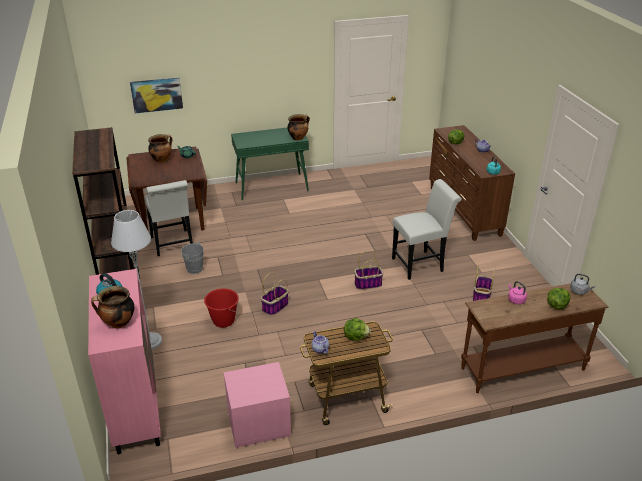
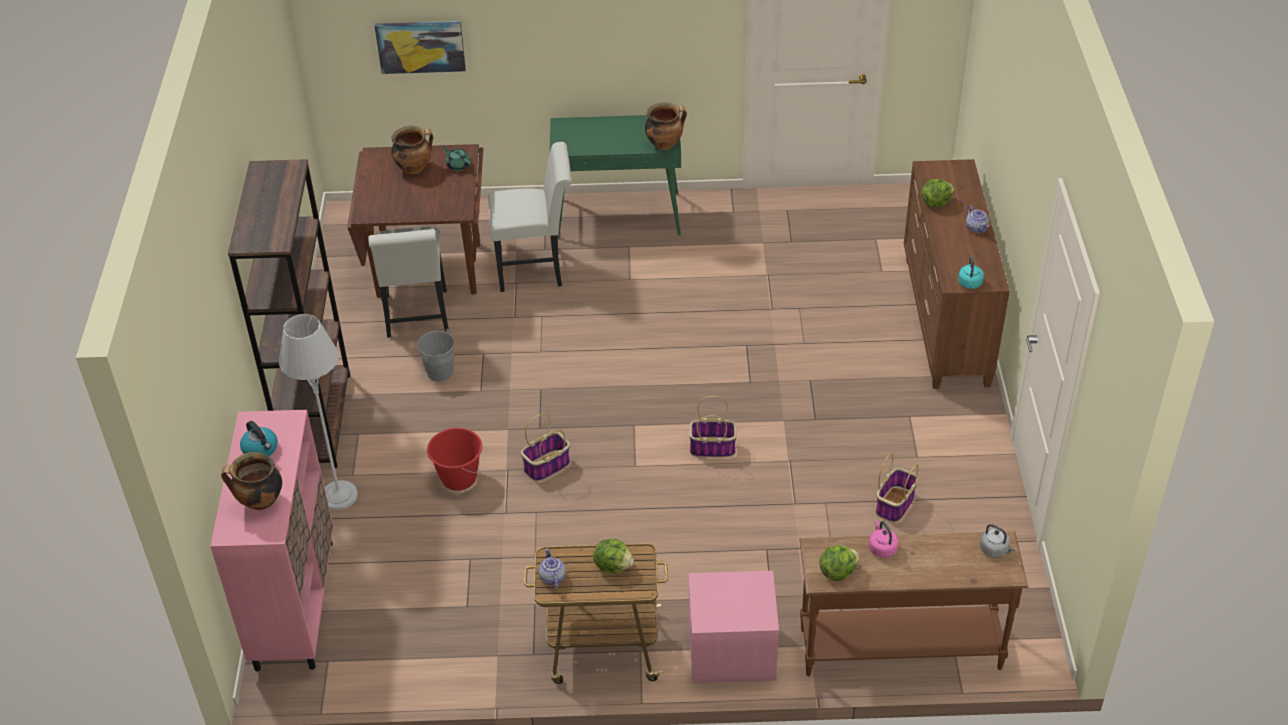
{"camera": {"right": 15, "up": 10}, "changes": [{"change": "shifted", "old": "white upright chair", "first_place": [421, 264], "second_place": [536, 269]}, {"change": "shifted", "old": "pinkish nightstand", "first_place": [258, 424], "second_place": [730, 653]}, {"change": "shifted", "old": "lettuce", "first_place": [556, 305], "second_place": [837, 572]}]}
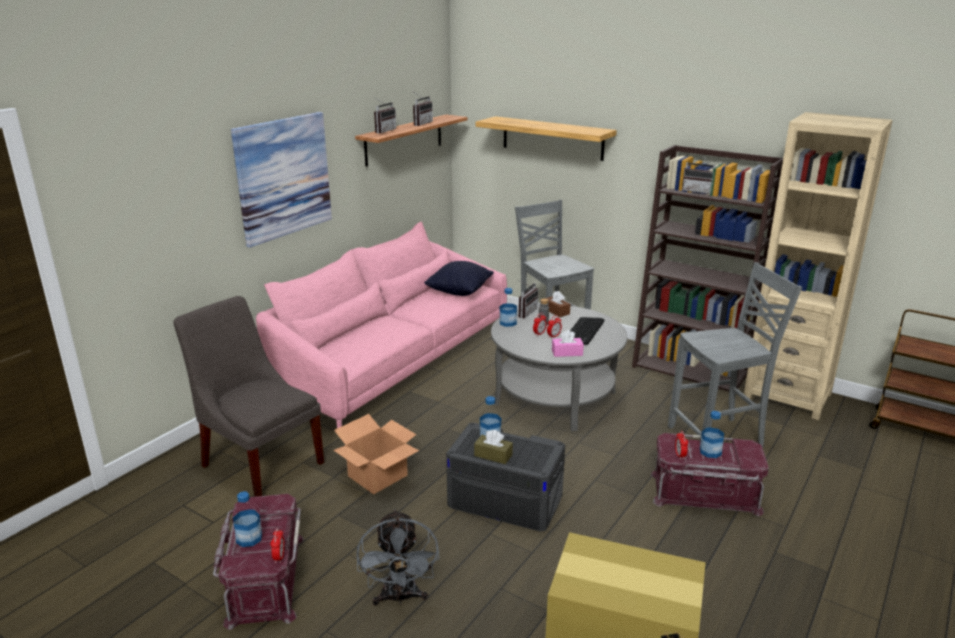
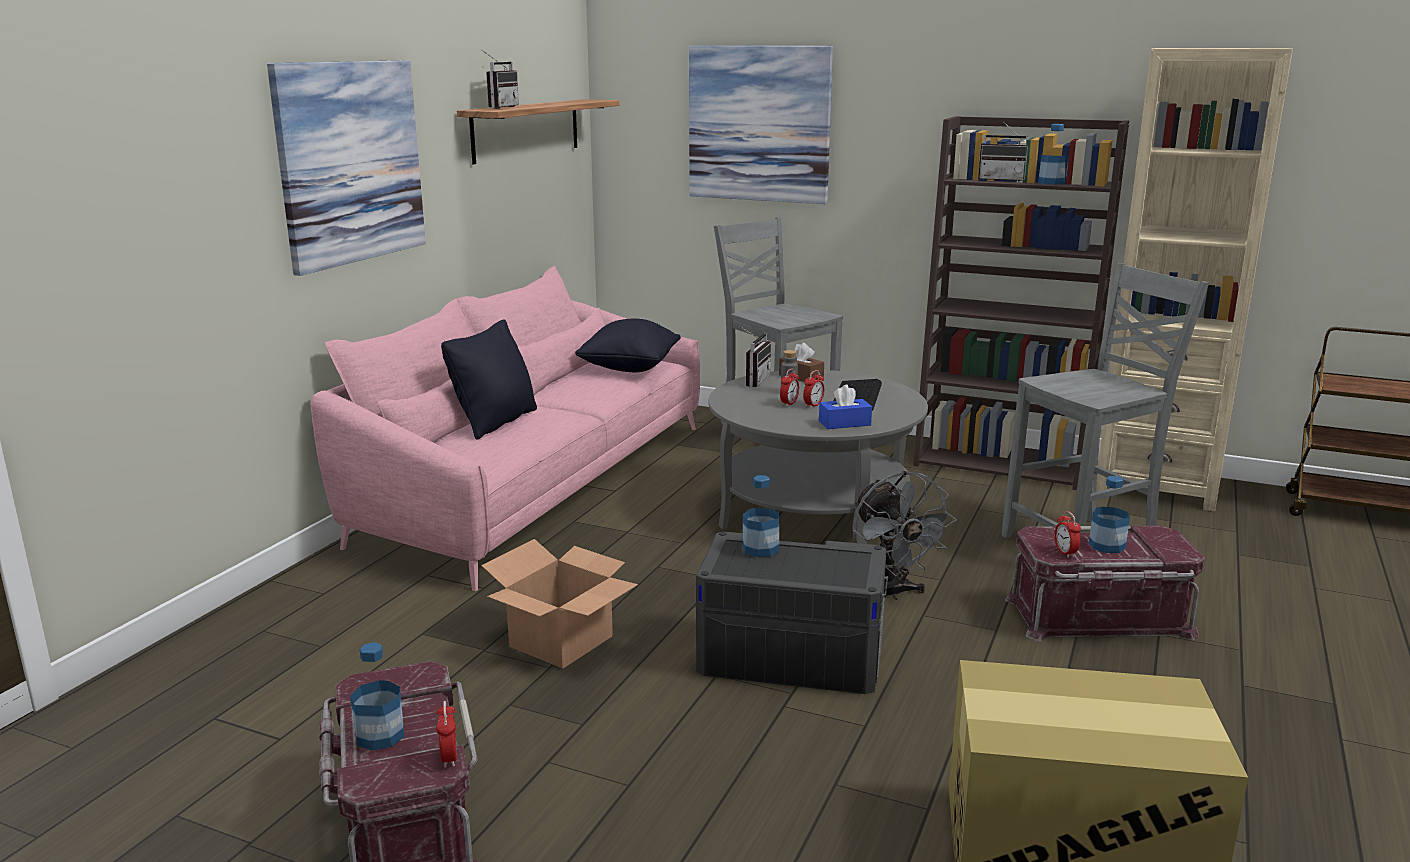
{"camera": {"right": -10, "up": -5}, "changes": [{"change": "new", "new": "black pillow", "second_place": [495, 422]}, {"change": "swapped", "old": "shelf", "new": "wall picture", "first_place": [552, 138], "second_place": [759, 124]}, {"change": "repainted", "old": "pinkish tissue holder", "new": "blue tissue holder", "first_place": [567, 352], "second_place": [844, 423]}, {"change": "shifted", "old": "greyish cooling fan", "first_place": [400, 598], "second_place": [890, 594]}, {"change": "shifted", "old": "beverage bottle", "first_place": [508, 323], "second_place": [1052, 182]}, {"change": "gone", "old": "greyish upright chair", "first_place": [260, 461]}, {"change": "gone", "old": "radio set", "first_place": [420, 124]}, {"change": "gone", "old": "brown tissue holder", "first_place": [493, 455]}]}
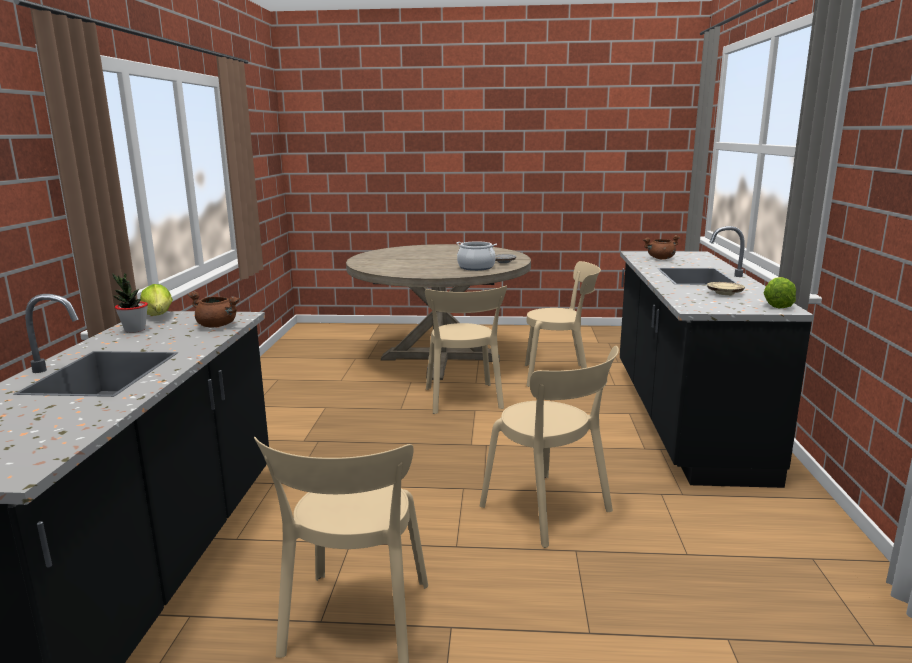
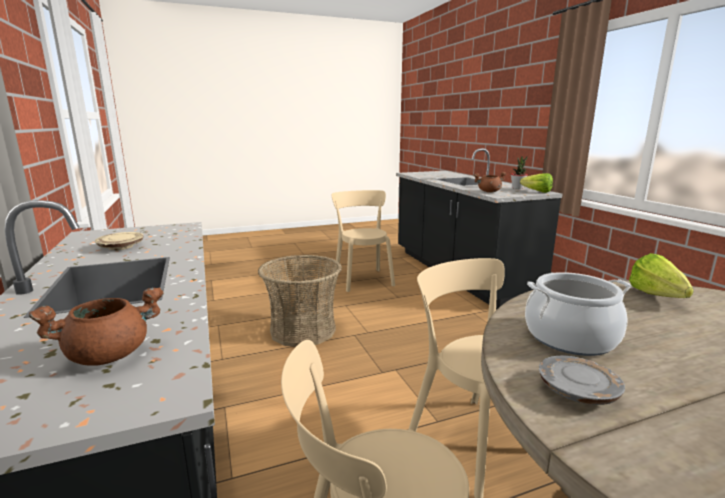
{"camera": {"right": 155, "up": 0}, "changes": [{"change": "swapped", "old": "sand-coloured upright chair", "new": "storage basket", "first_place": [550, 511], "second_place": [303, 330]}, {"change": "shifted", "old": "lettuce", "first_place": [778, 304], "second_place": [659, 298]}]}
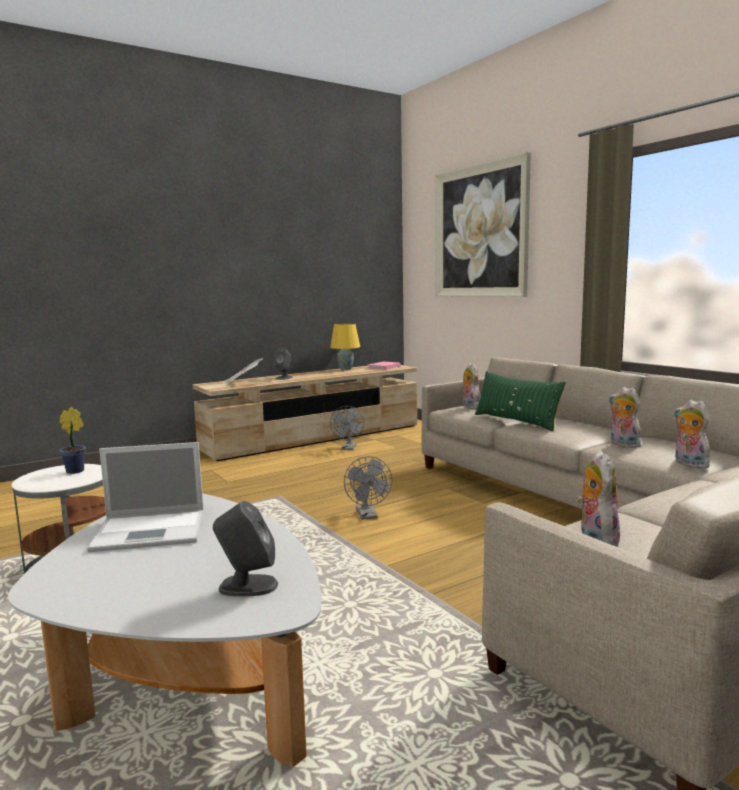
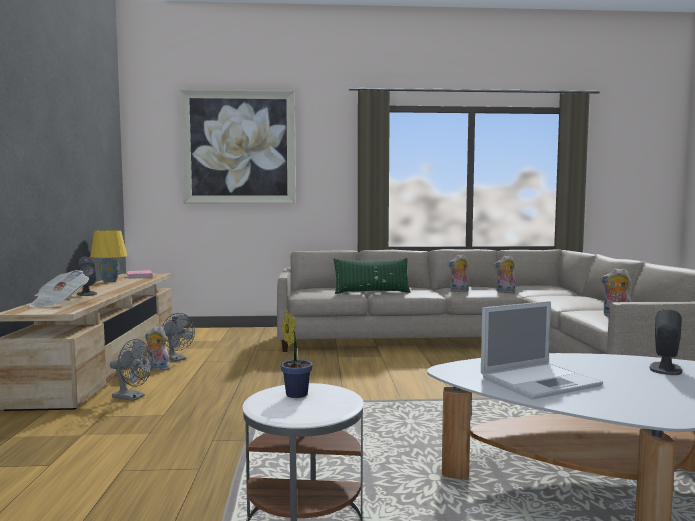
{"camera": {"right": -60, "up": -5}, "changes": [{"change": "shifted", "old": "greyish cooling fan", "first_place": [368, 516], "second_place": [132, 397]}, {"change": "shifted", "old": "plush toy", "first_place": [469, 407], "second_place": [157, 369]}, {"change": "rotated", "old": "notebook computer", "first_place": [152, 530], "second_place": [541, 381], "degrees": 45}]}
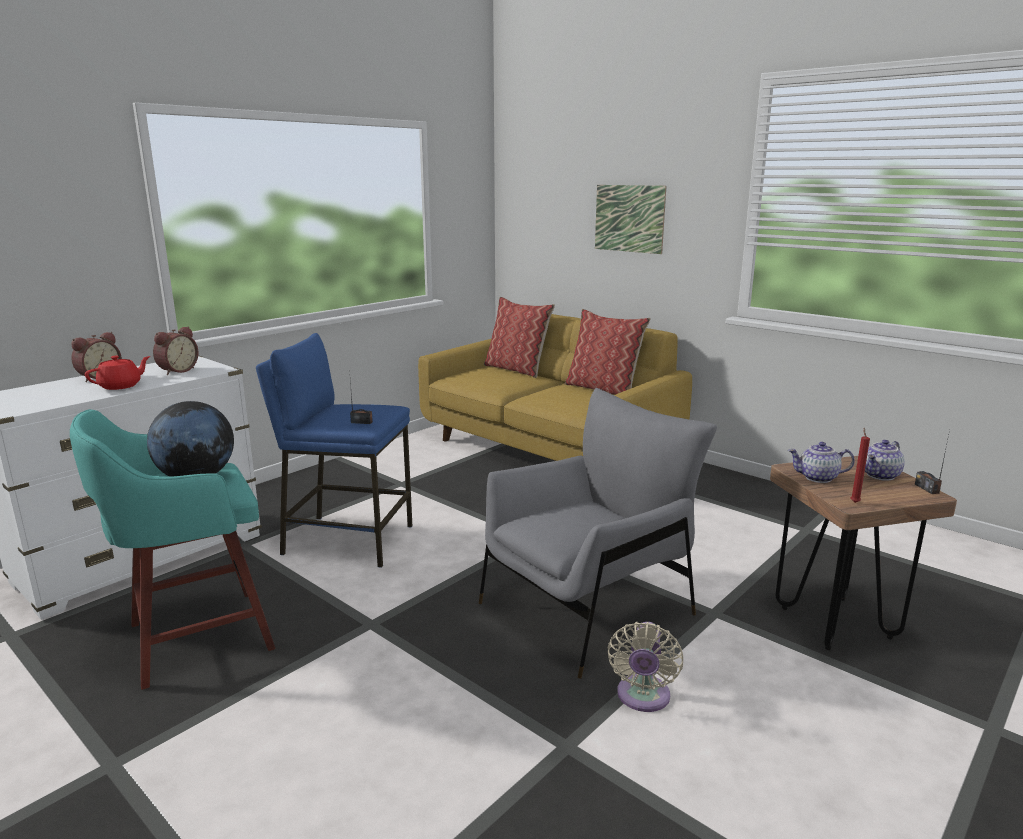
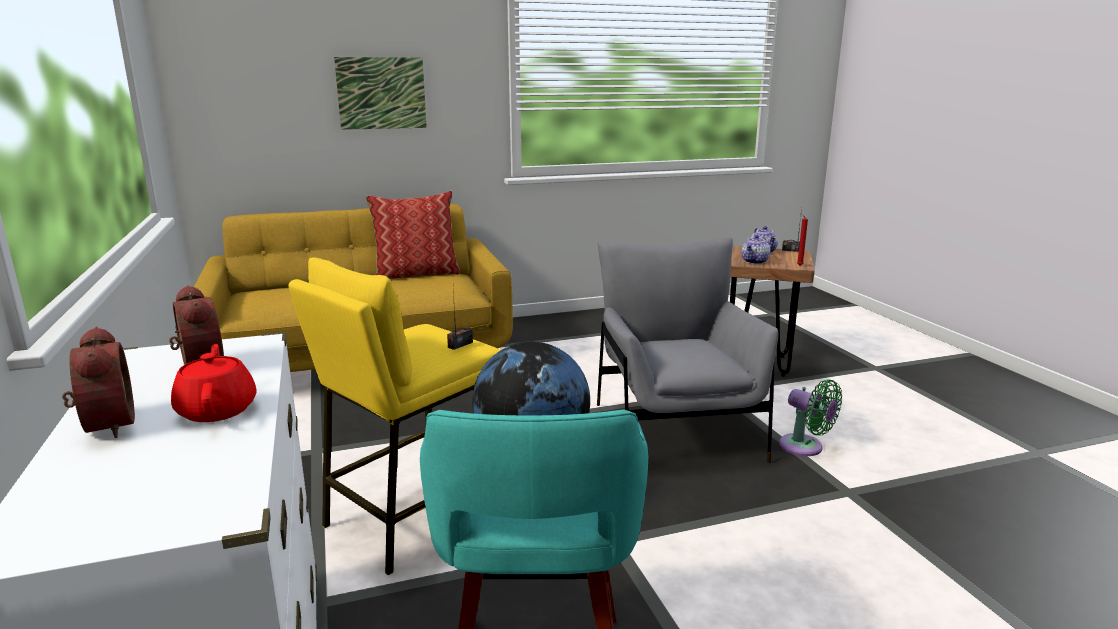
{"camera": {"right": -60, "up": 0}, "changes": [{"change": "repainted", "old": "blue sitting stool", "new": "yellowish sitting stool", "first_place": [348, 540], "second_place": [412, 516]}, {"change": "repainted", "old": "sand-coloured cooling fan", "new": "greenish cooling fan", "first_place": [642, 698], "second_place": [805, 447]}, {"change": "gone", "old": "pillow", "first_place": [517, 369]}]}
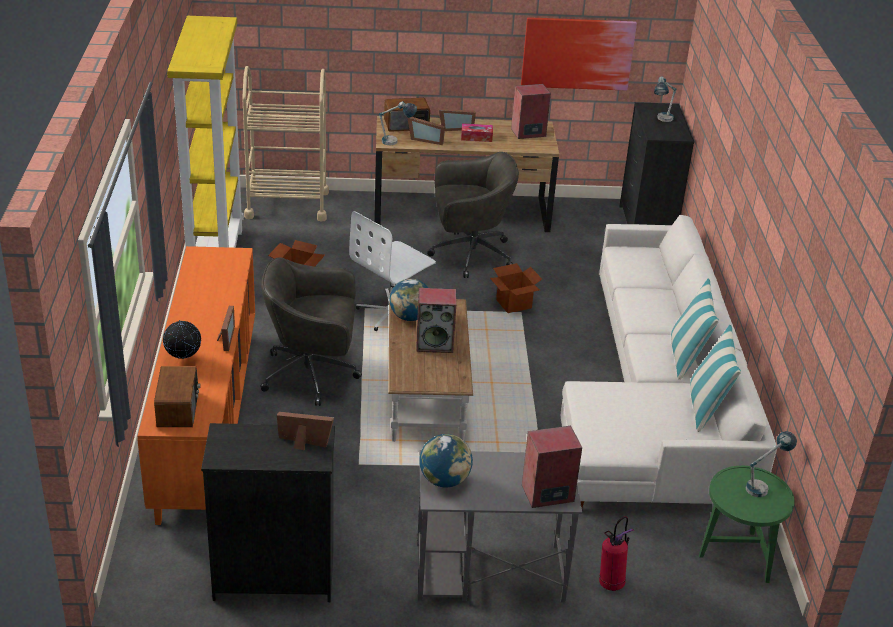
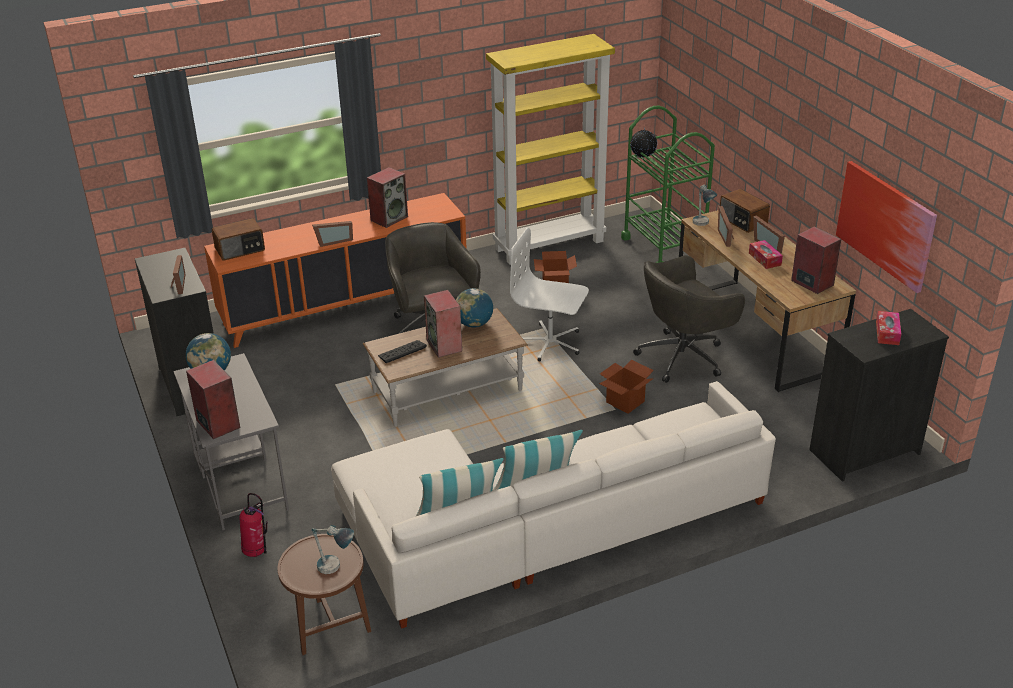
{"camera": {"right": 70, "up": 0}, "changes": [{"change": "repainted", "old": "greenish side table", "new": "brown side table", "first_place": [736, 556], "second_place": [329, 625]}, {"change": "new", "new": "loudspeaker", "second_place": [389, 218]}, {"change": "new", "new": "keyboard", "second_place": [402, 352]}, {"change": "repainted", "old": "sand-coloured trolley", "new": "greenish trolley", "first_place": [287, 205], "second_place": [663, 248]}, {"change": "shifted", "old": "world globe", "first_place": [183, 359], "second_place": [642, 159]}, {"change": "rotated", "old": "greyish office chair", "first_place": [469, 255], "second_place": [683, 356], "degrees": 90}, {"change": "swapped", "old": "lamp for a table", "new": "tissue holder", "first_place": [661, 120], "second_place": [887, 333]}]}
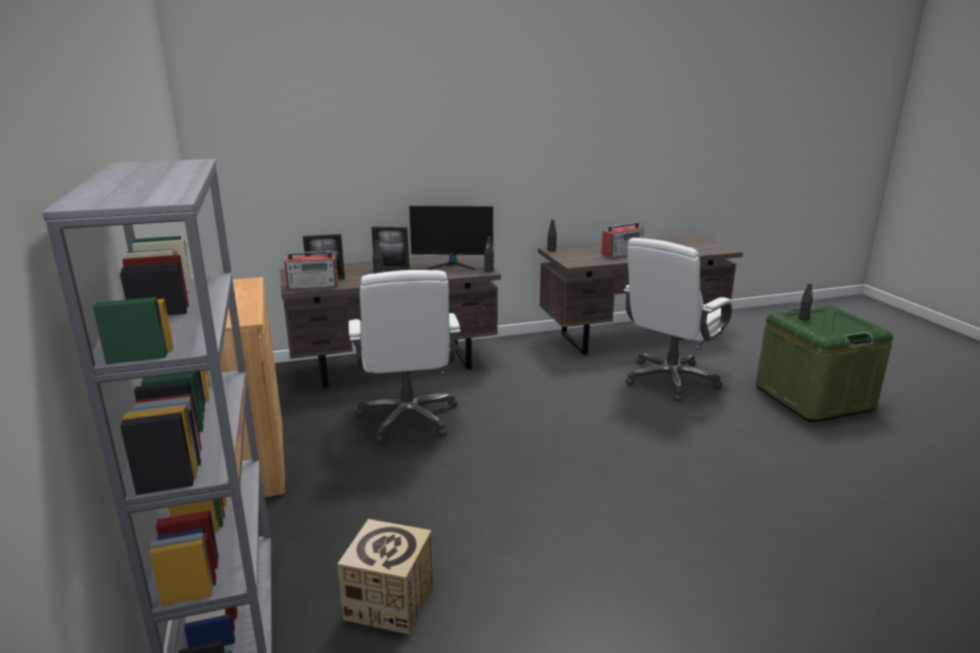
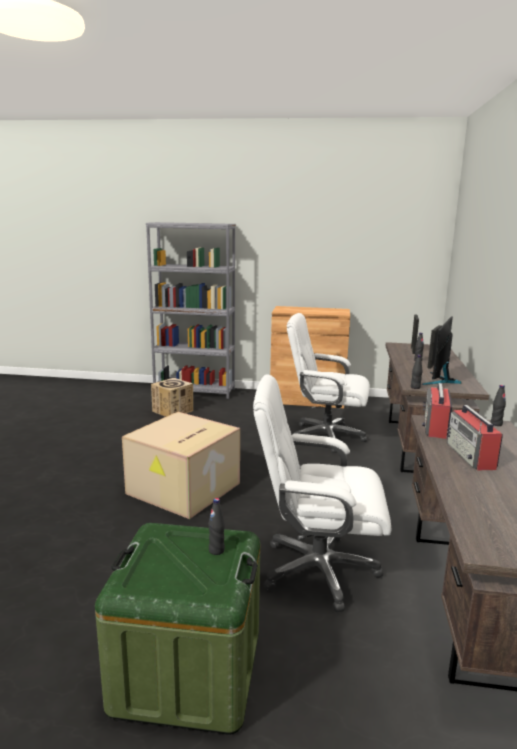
{"camera": {"right": 115, "up": -5}, "changes": [{"change": "new", "new": "packing box", "second_place": [184, 489]}, {"change": "rotated", "old": "white office chair", "first_place": [670, 380], "second_place": [317, 570], "degrees": -60}, {"change": "shifted", "old": "radio set", "first_place": [313, 285], "second_place": [435, 427]}]}
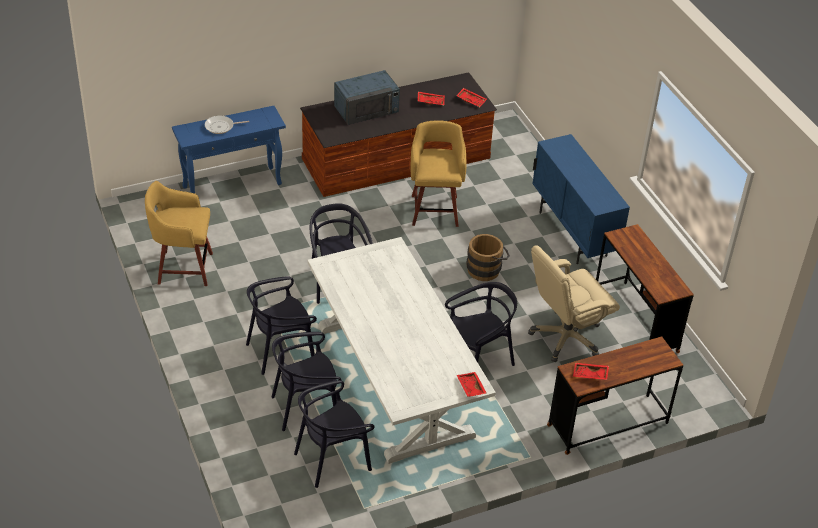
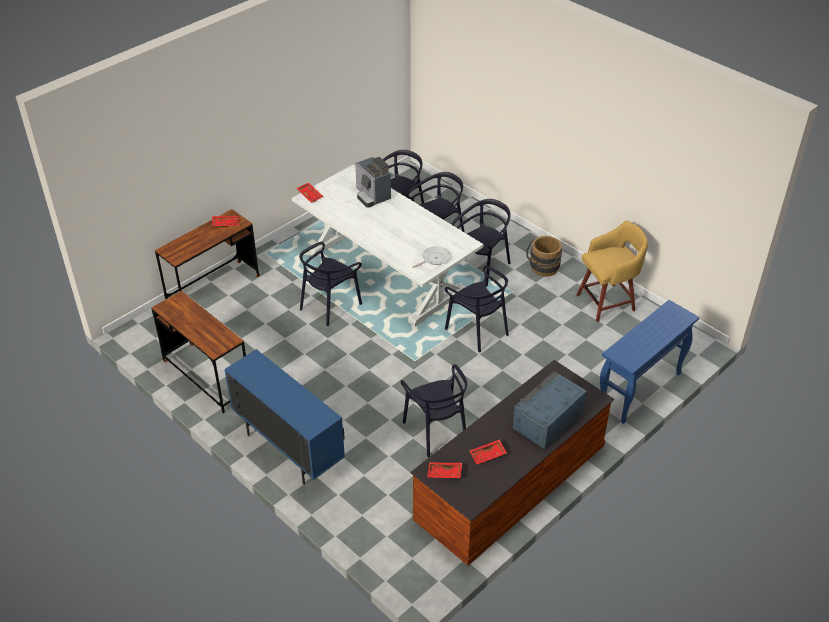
{"camera": {"right": 160, "up": 0}, "changes": [{"change": "new", "new": "coffee maker", "second_place": [372, 196]}, {"change": "swapped", "old": "yellowish sitting stool", "new": "black upright chair", "first_place": [435, 209], "second_place": [436, 431]}, {"change": "shifted", "old": "frying pan", "first_place": [221, 127], "second_place": [434, 258]}, {"change": "shifted", "old": "brown pail", "first_place": [486, 269], "second_place": [543, 269]}, {"change": "gone", "old": "sand-coloured office chair", "first_place": [566, 337]}]}
